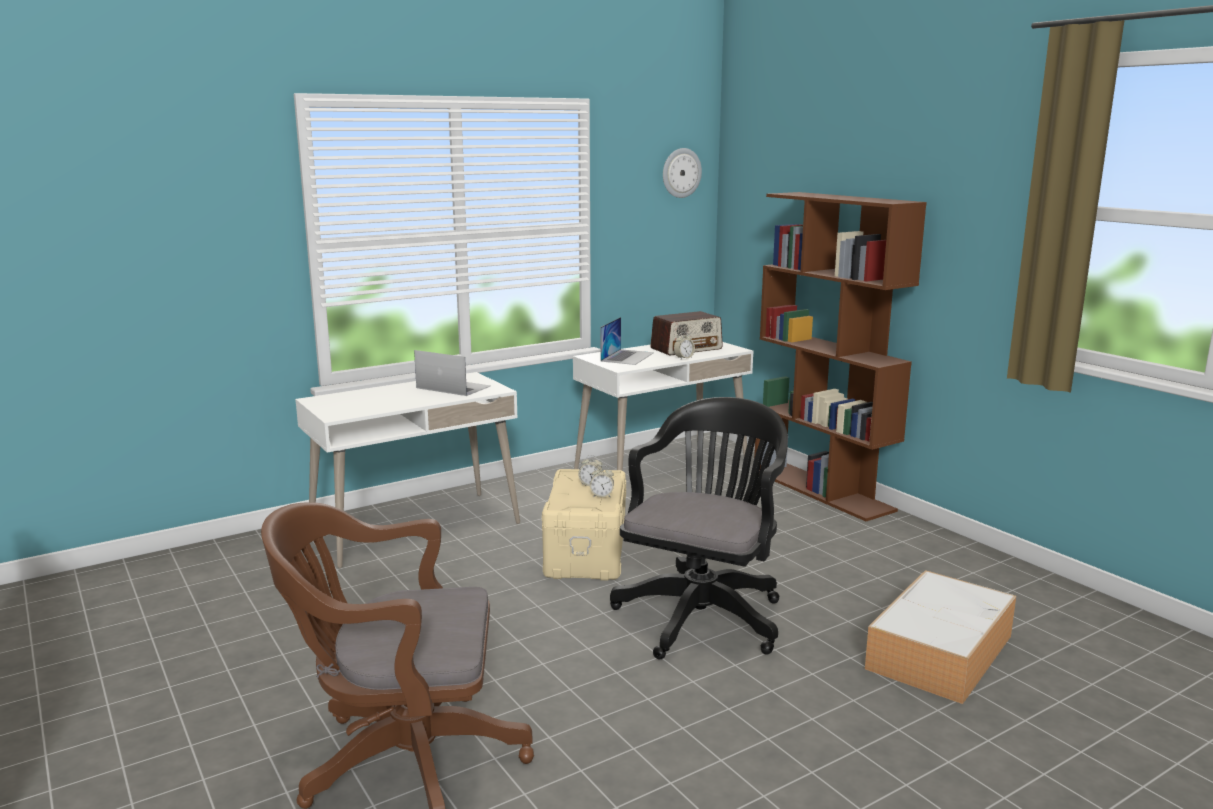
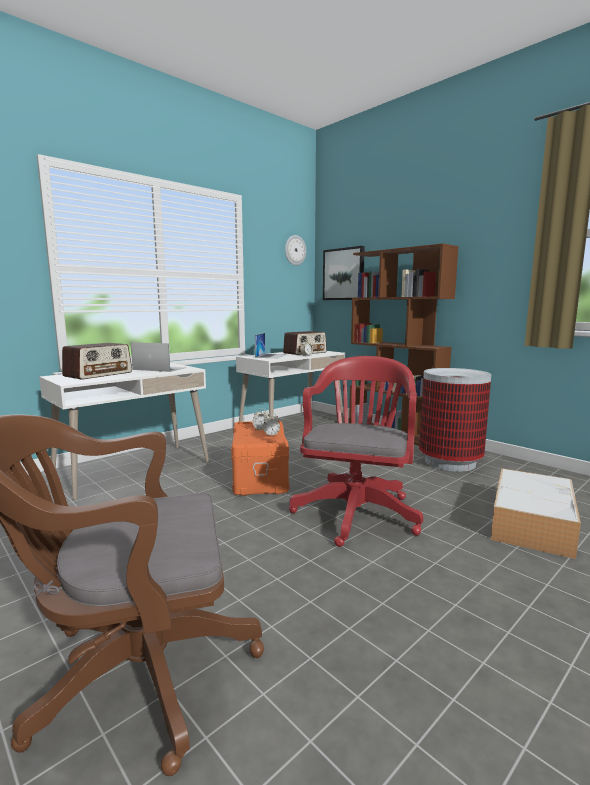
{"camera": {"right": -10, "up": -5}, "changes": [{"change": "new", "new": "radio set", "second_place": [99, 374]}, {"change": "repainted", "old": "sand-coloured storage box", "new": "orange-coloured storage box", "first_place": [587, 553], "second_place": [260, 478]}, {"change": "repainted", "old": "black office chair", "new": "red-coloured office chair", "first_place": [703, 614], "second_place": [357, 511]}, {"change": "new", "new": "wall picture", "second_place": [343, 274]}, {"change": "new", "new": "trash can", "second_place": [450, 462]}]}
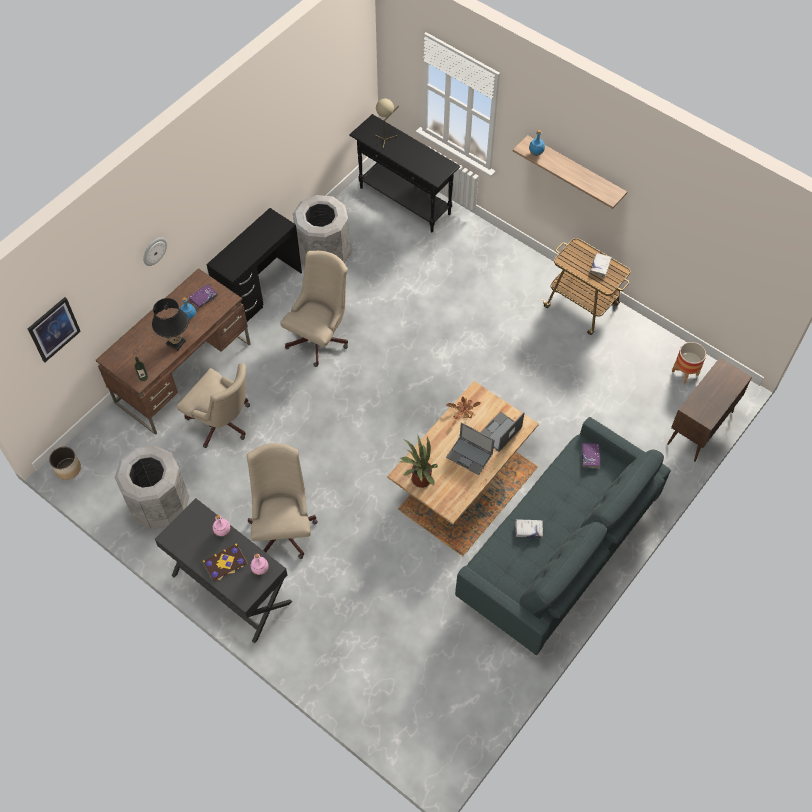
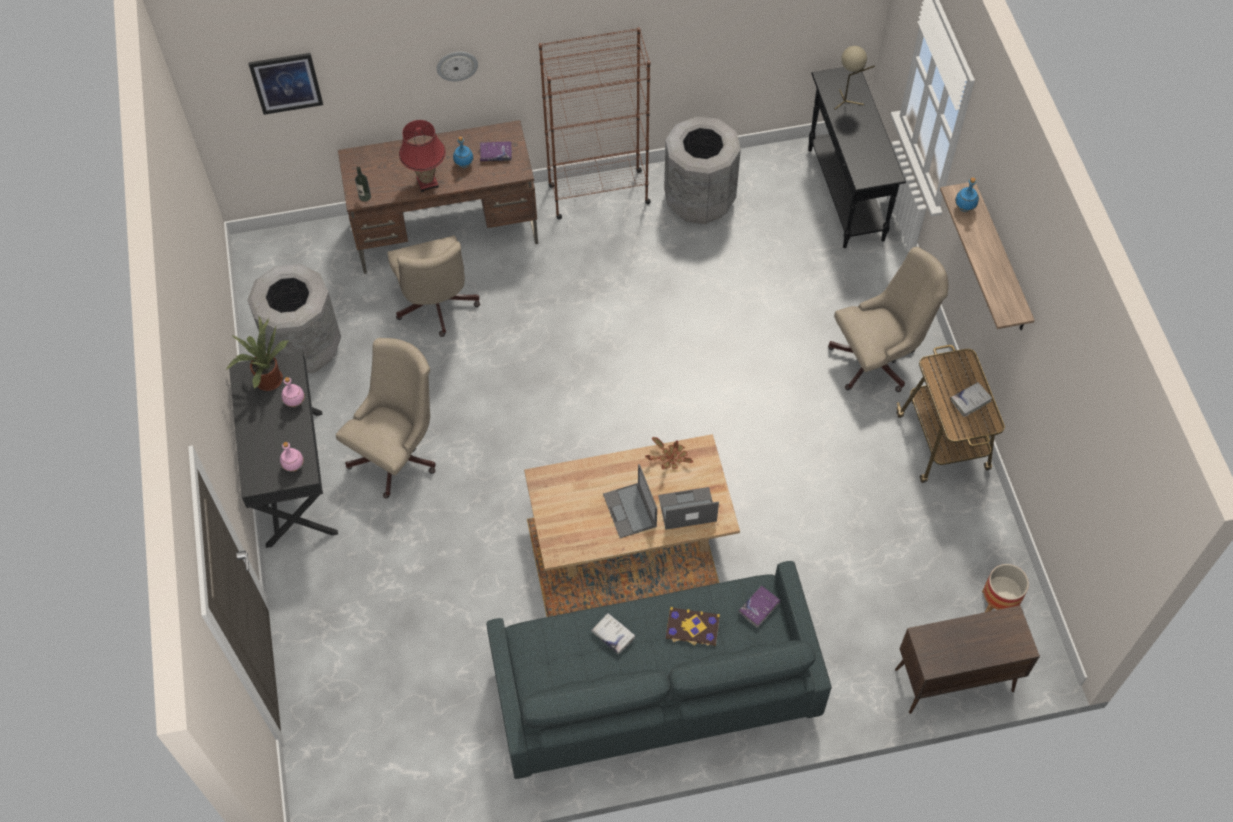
{"camera": {"right": 40, "up": 0}, "changes": [{"change": "shifted", "old": "houseplant", "first_place": [419, 479], "second_place": [267, 378]}, {"change": "repainted", "old": "black lamp for a table", "new": "red-coloured lamp for a table", "first_place": [176, 342], "second_place": [427, 182]}, {"change": "swapped", "old": "black desk unit", "new": "brown bookcase", "first_place": [260, 291], "second_place": [598, 194]}, {"change": "shifted", "old": "volume", "first_place": [225, 563], "second_place": [692, 628]}, {"change": "shifted", "old": "sand-coloured office chair", "first_place": [320, 337], "second_place": [878, 360]}, {"change": "gone", "old": "planter", "first_place": [68, 469]}]}
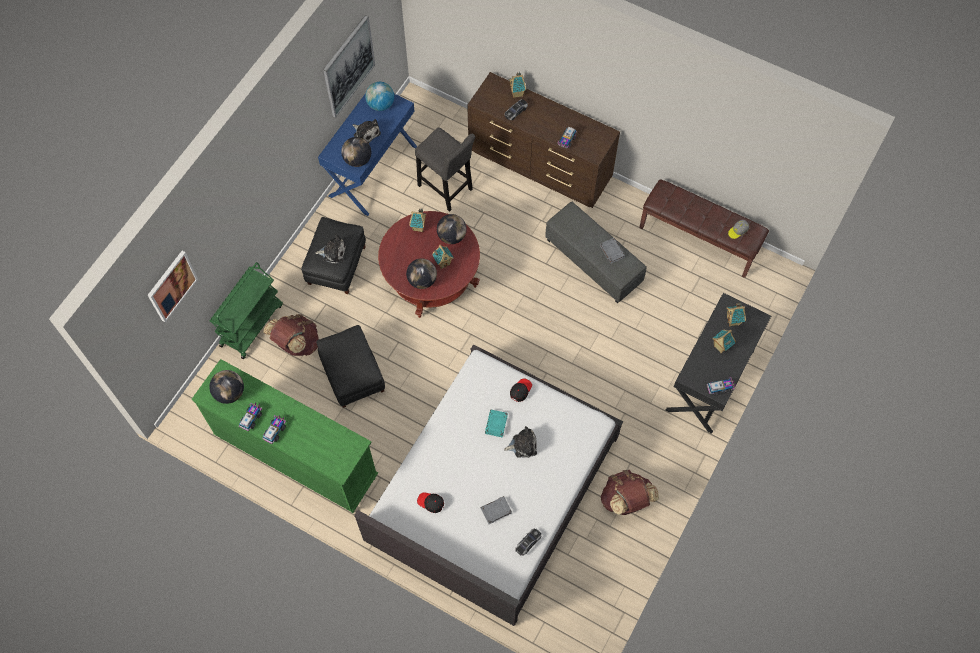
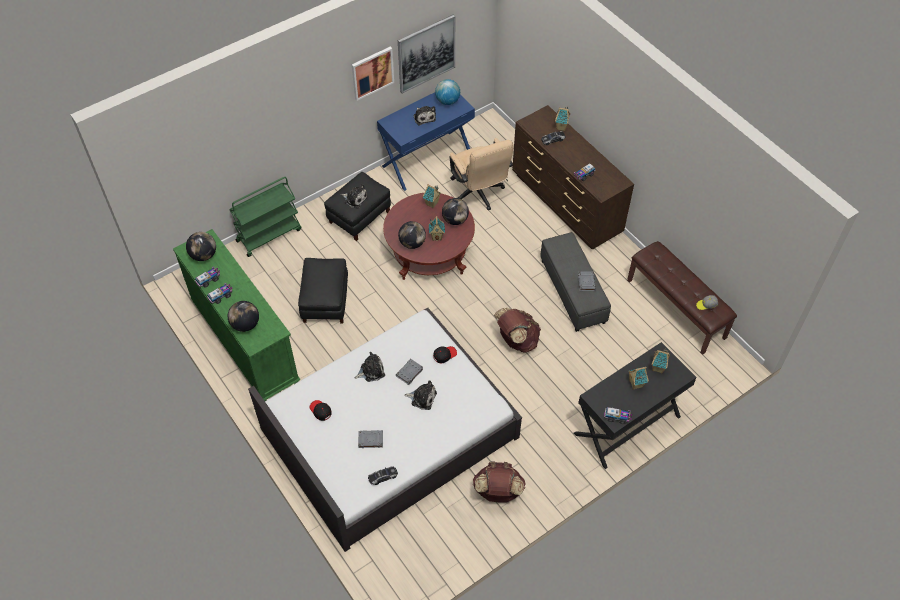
{"camera": {"right": 25, "up": -10}, "changes": [{"change": "shifted", "old": "world globe", "first_place": [357, 160], "second_place": [245, 324]}, {"change": "shifted", "old": "wall picture", "first_place": [171, 285], "second_place": [372, 73]}, {"change": "new", "new": "plush toy", "second_place": [371, 371]}, {"change": "repainted", "old": "turquoise volume", "new": "greyish volume", "first_place": [496, 424], "second_place": [409, 373]}, {"change": "swapped", "old": "greyish sitting stool", "new": "sand-coloured office chair", "first_place": [446, 189], "second_place": [478, 194]}, {"change": "shifted", "old": "brown backpack", "first_place": [296, 344], "second_place": [516, 340]}]}
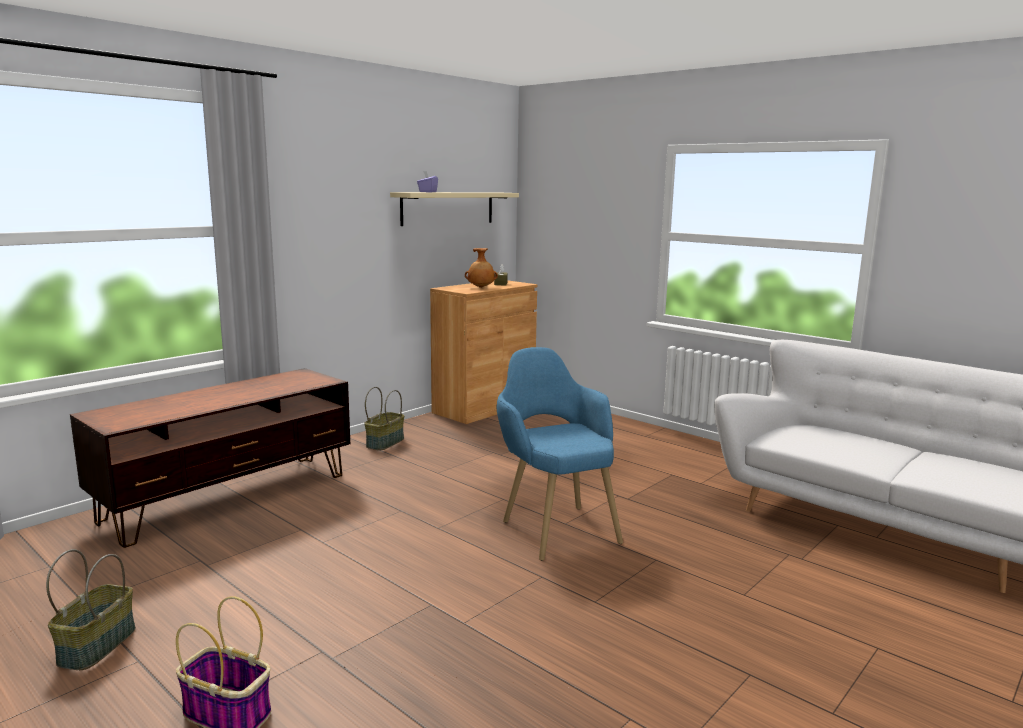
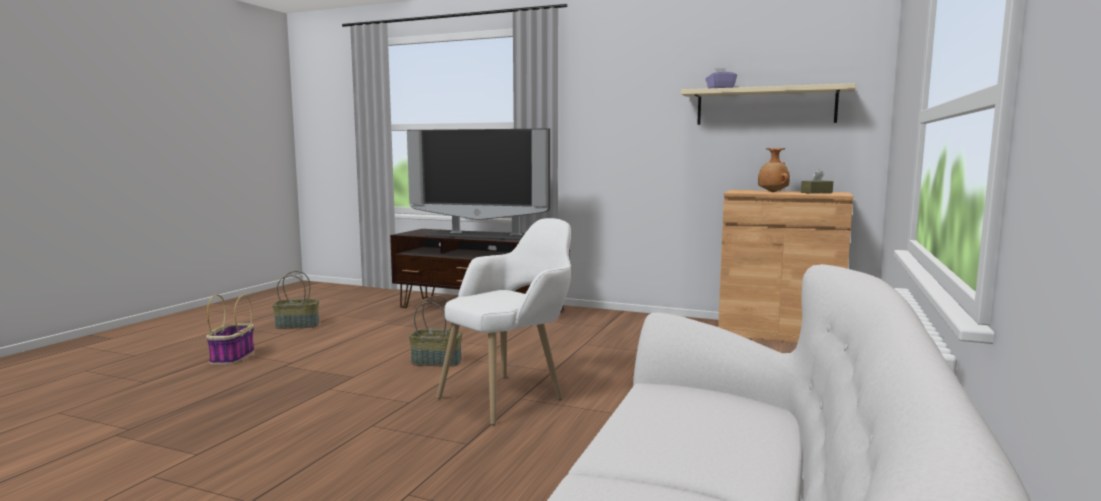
{"camera": {"right": 70, "up": -5}, "changes": [{"change": "new", "new": "TV set", "second_place": [483, 236]}, {"change": "shifted", "old": "storage basket", "first_place": [385, 442], "second_place": [437, 361]}, {"change": "repainted", "old": "blue easy chair", "new": "white easy chair", "first_place": [553, 525], "second_place": [512, 394]}]}
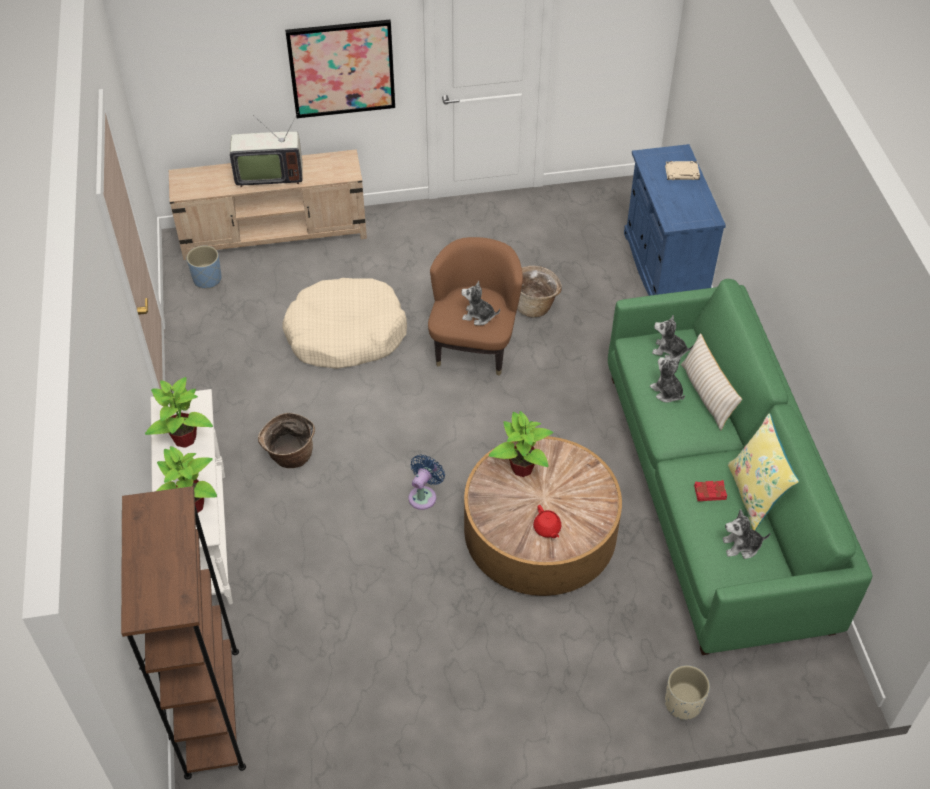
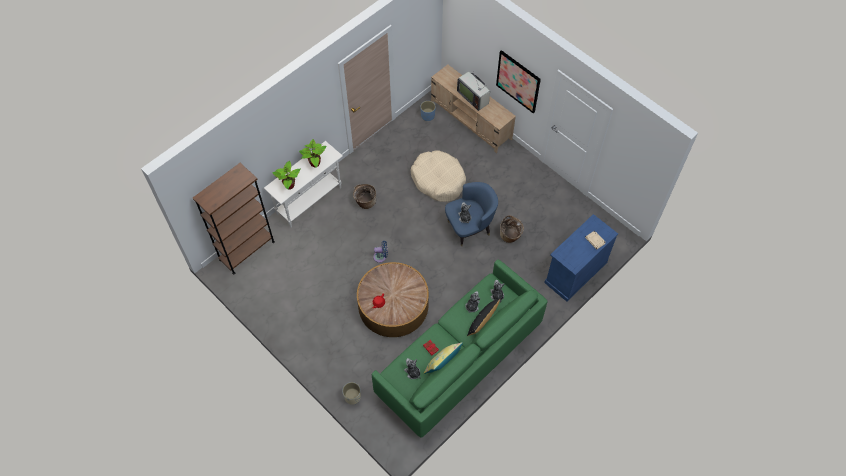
{"camera": {"right": 55, "up": 10}, "changes": [{"change": "repainted", "old": "brown easy chair", "new": "blue easy chair", "first_place": [474, 345], "second_place": [470, 227]}, {"change": "repainted", "old": "sand-coloured pillow", "new": "black pillow", "first_place": [706, 395], "second_place": [482, 321]}, {"change": "gone", "old": "houseplant", "first_place": [521, 468]}]}
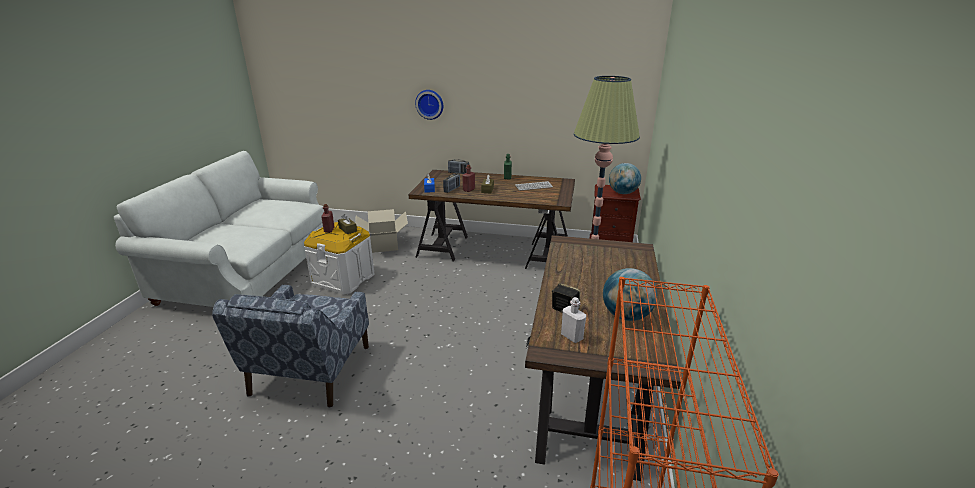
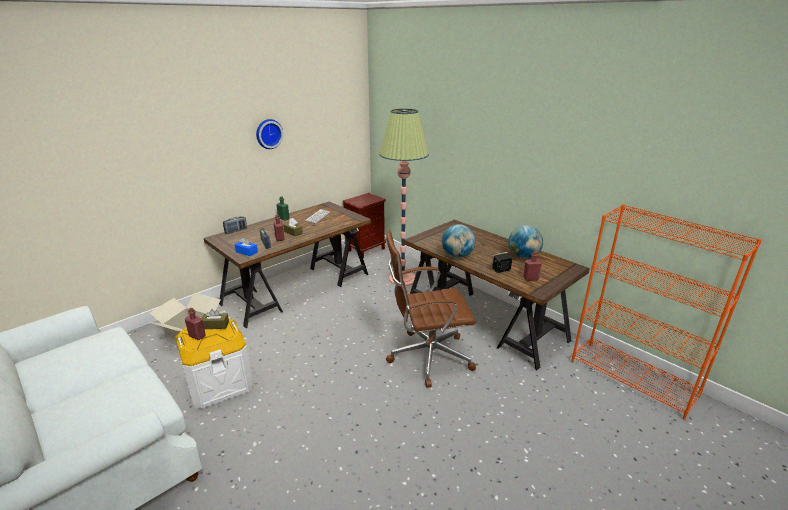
{"camera": {"right": -55, "up": 0}, "changes": [{"change": "shifted", "old": "hanging clock", "first_place": [430, 104], "second_place": [268, 133]}, {"change": "new", "new": "brown office chair", "second_place": [427, 357]}, {"change": "shifted", "old": "world globe", "first_place": [622, 193], "second_place": [457, 256]}, {"change": "repainted", "old": "white beverage bottle", "new": "red-coloured beverage bottle", "first_place": [572, 336], "second_place": [530, 278]}, {"change": "gone", "old": "blue easy chair", "first_place": [310, 372]}]}
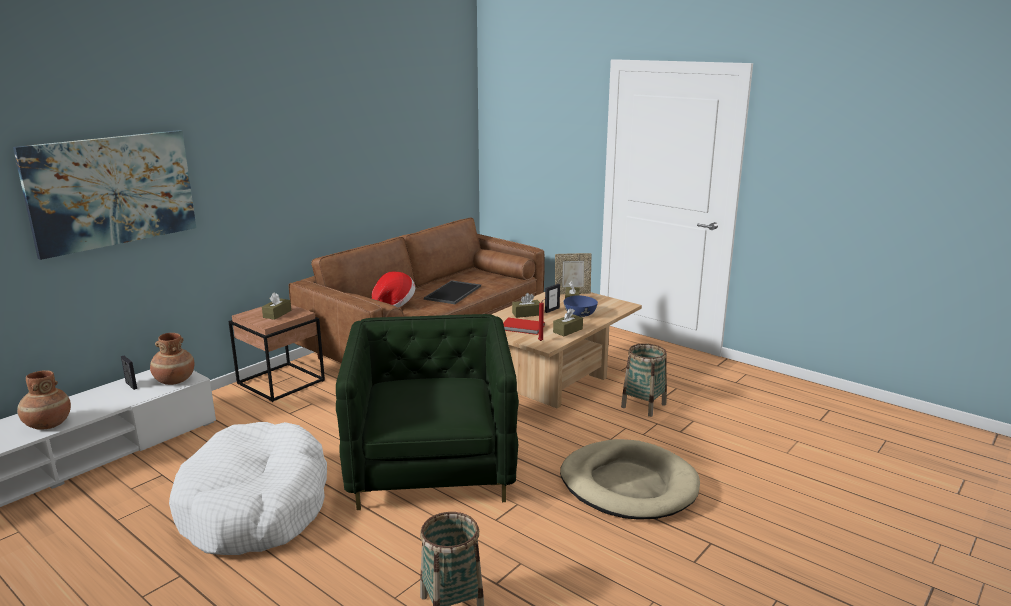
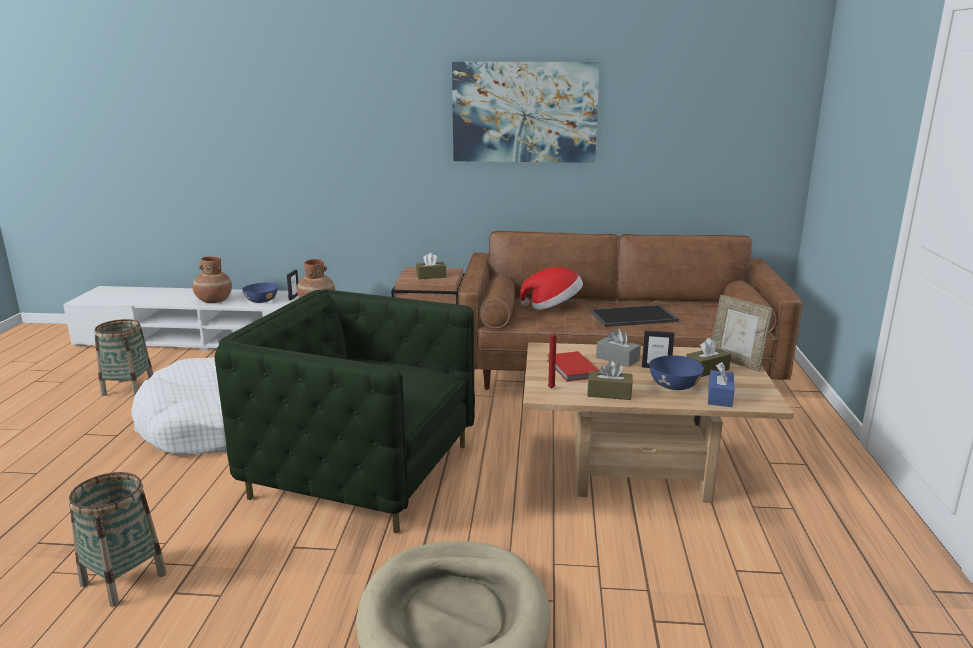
{"camera": {"right": 55, "up": 0}, "changes": [{"change": "shifted", "old": "storage basket", "first_place": [643, 405], "second_place": [128, 388]}, {"change": "rotated", "old": "greenish easy chair", "first_place": [432, 466], "second_place": [363, 471], "degrees": -120}, {"change": "new", "new": "blue deep dish", "second_place": [261, 301]}, {"change": "shifted", "old": "wall picture", "first_place": [112, 191], "second_place": [524, 112]}, {"change": "repainted", "old": "brown tissue holder", "new": "greyish tissue holder", "first_place": [526, 314], "second_place": [617, 359]}, {"change": "new", "new": "blue tissue holder", "second_place": [720, 396]}]}
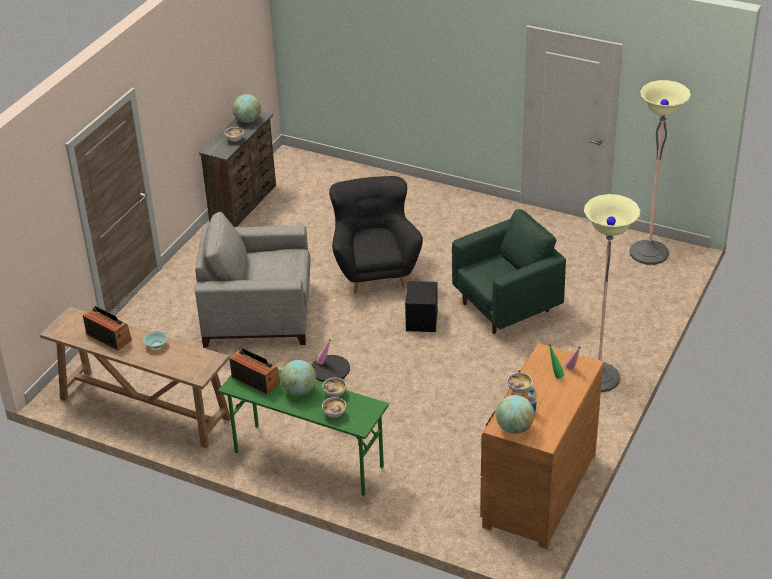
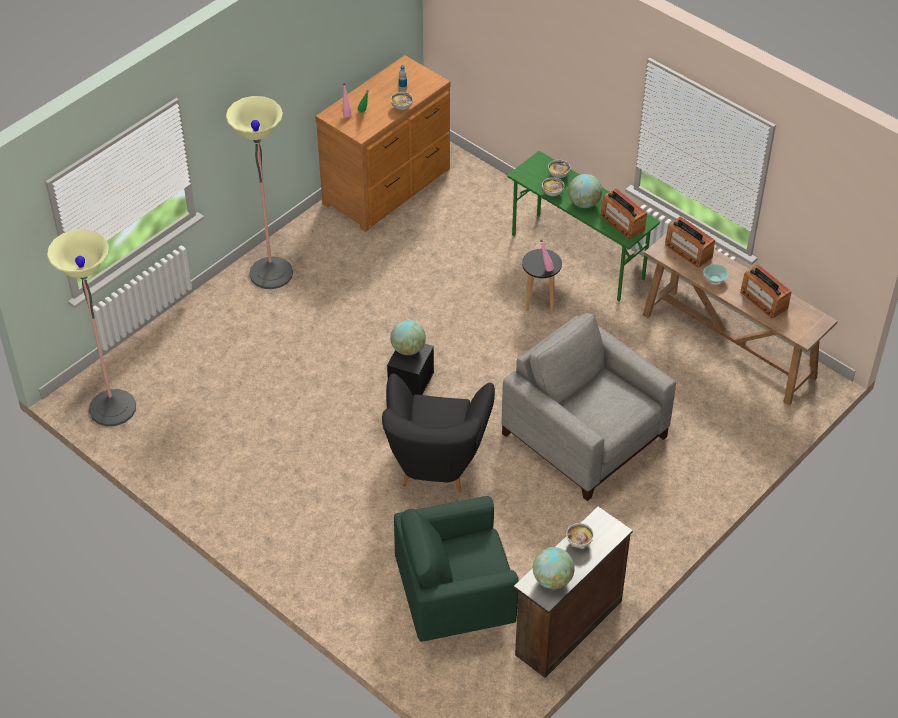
{"camera": {"right": -165, "up": 10}, "changes": [{"change": "shifted", "old": "world globe", "first_place": [514, 428], "second_place": [408, 349]}, {"change": "shifted", "old": "greenish easy chair", "first_place": [507, 307], "second_place": [455, 600]}, {"change": "rotated", "old": "greyish easy chair", "first_place": [259, 313], "second_place": [586, 436], "degrees": -150}, {"change": "new", "new": "radio set", "second_place": [688, 250]}]}
